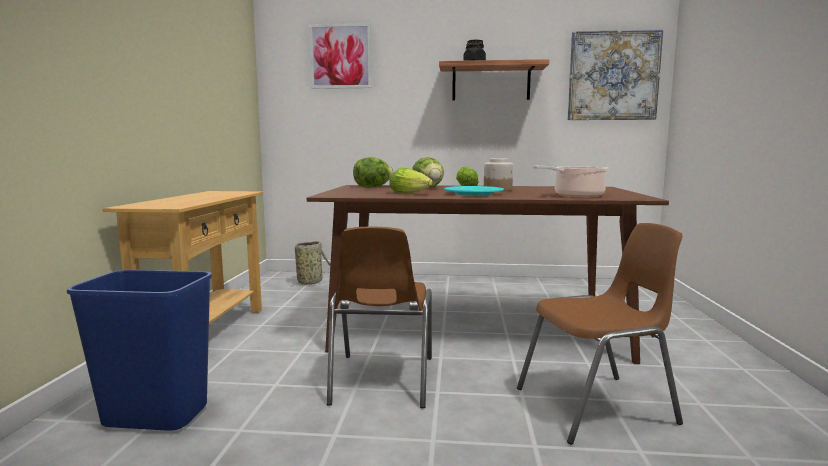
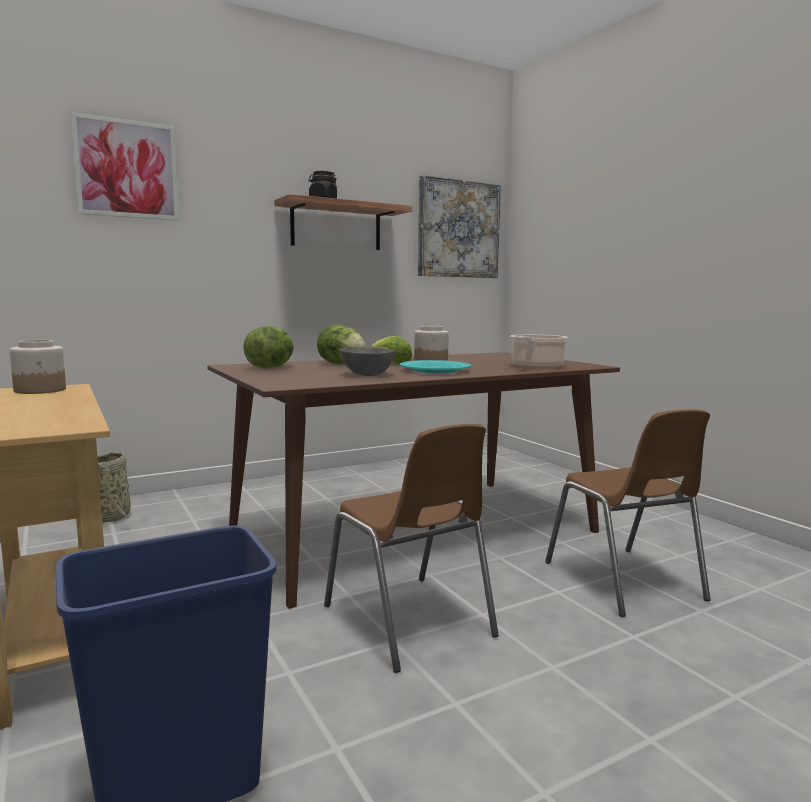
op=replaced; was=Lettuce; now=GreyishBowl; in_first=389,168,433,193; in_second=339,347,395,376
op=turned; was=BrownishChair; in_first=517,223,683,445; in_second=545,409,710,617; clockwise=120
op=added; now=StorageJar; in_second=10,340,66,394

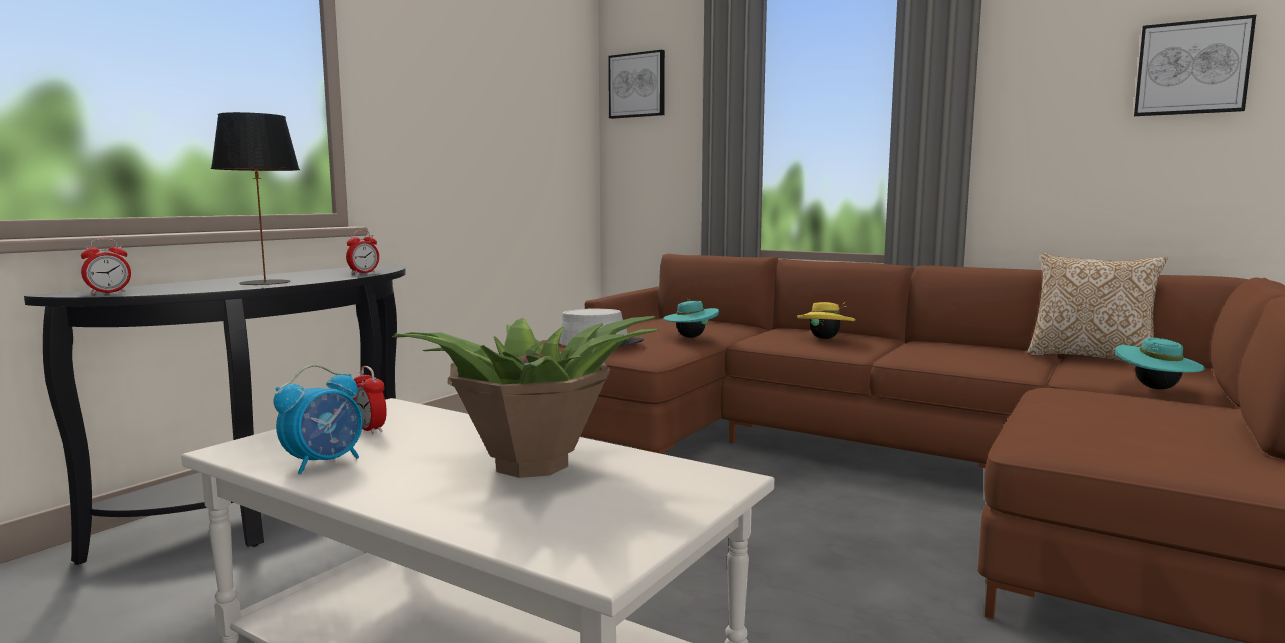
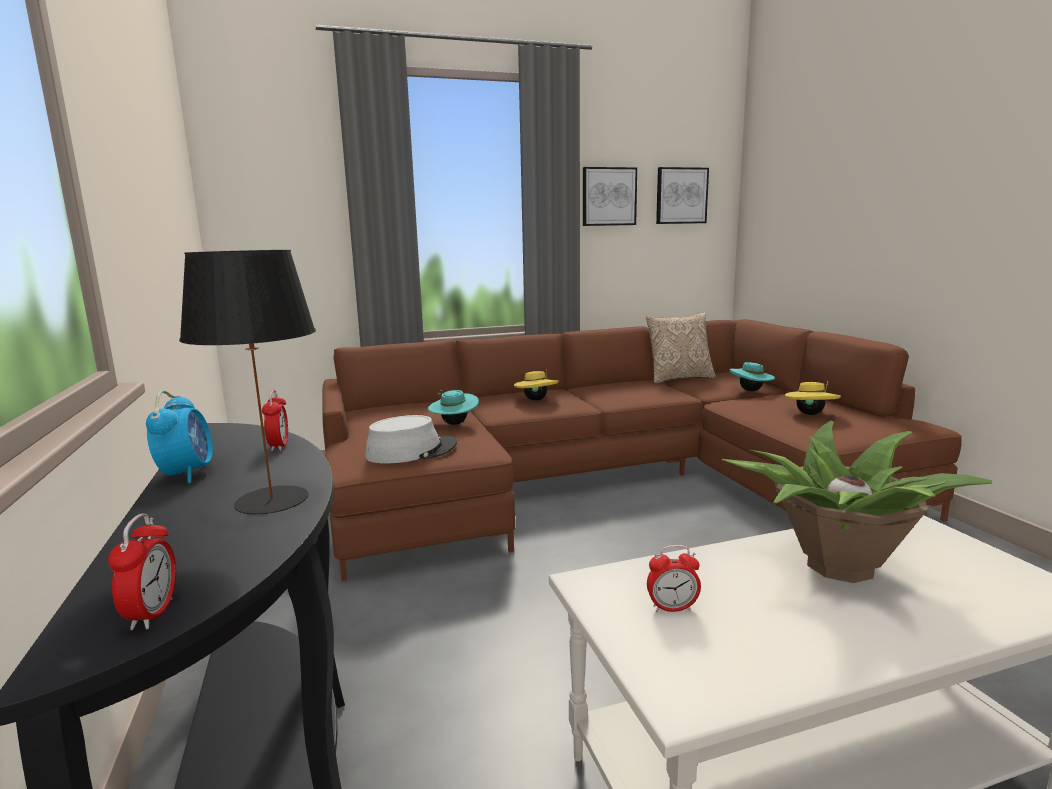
op=moved; was=TableClock; in_first=274,365,363,475; in_second=146,390,213,483
op=moved; was=WallPicture; in_first=608,50,665,119; in_second=583,167,637,226
op=added; now=YellowColouredHat; in_second=785,381,841,415

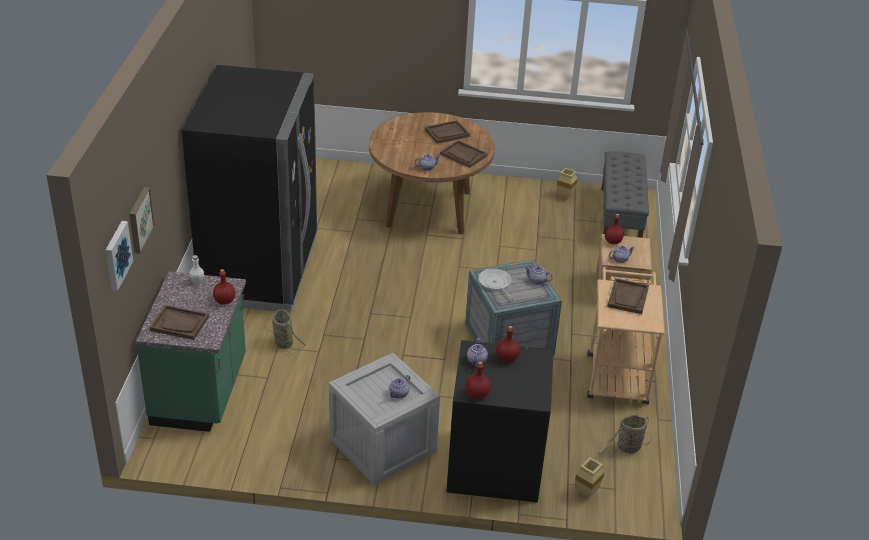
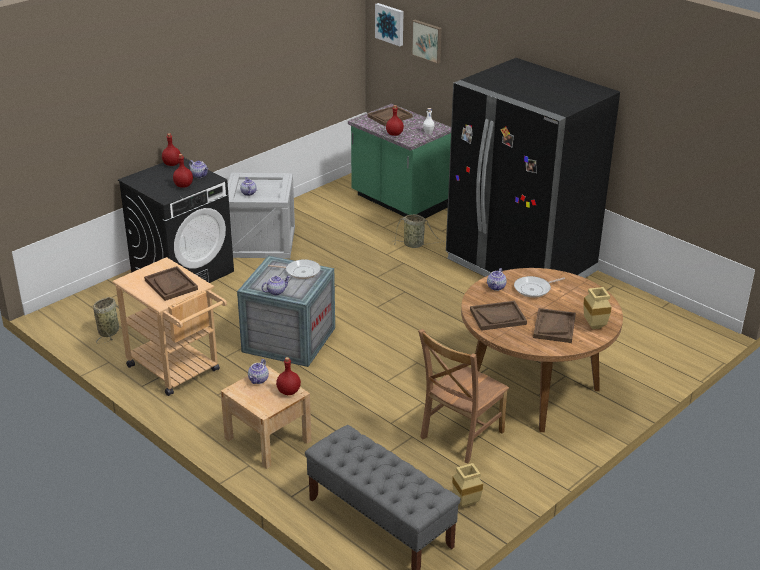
op=moved; was=SandColouredFlowerVase; in_first=575,457,604,497; in_second=583,287,612,329
op=added; now=BrownishChair; in_second=418,329,509,463
op=added; now=FryingPan; in_second=514,276,565,298

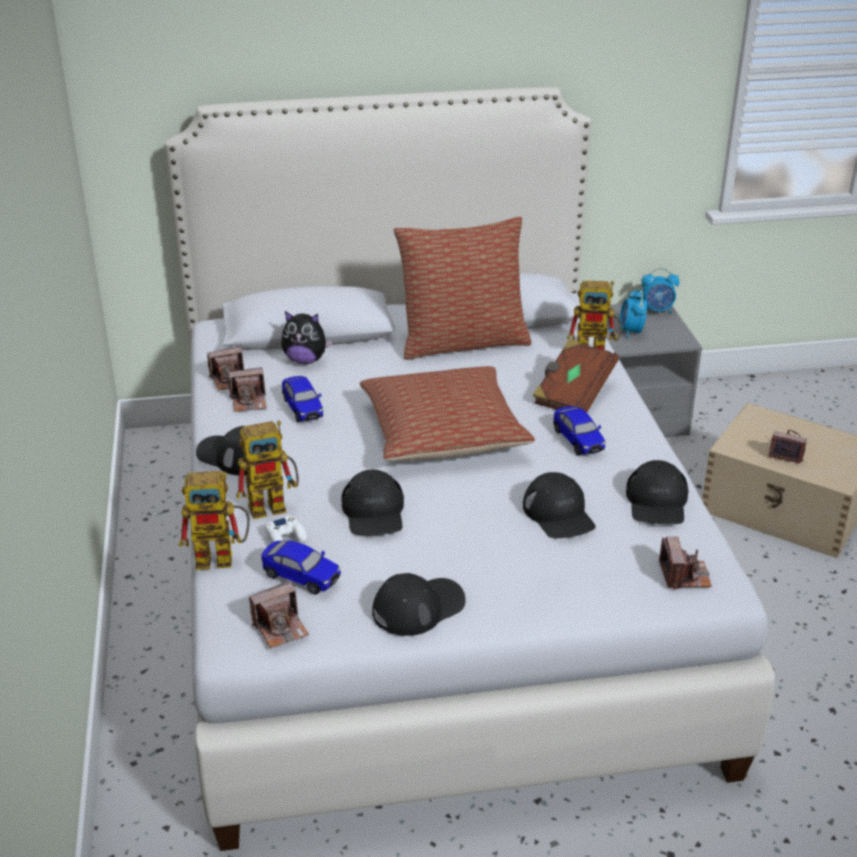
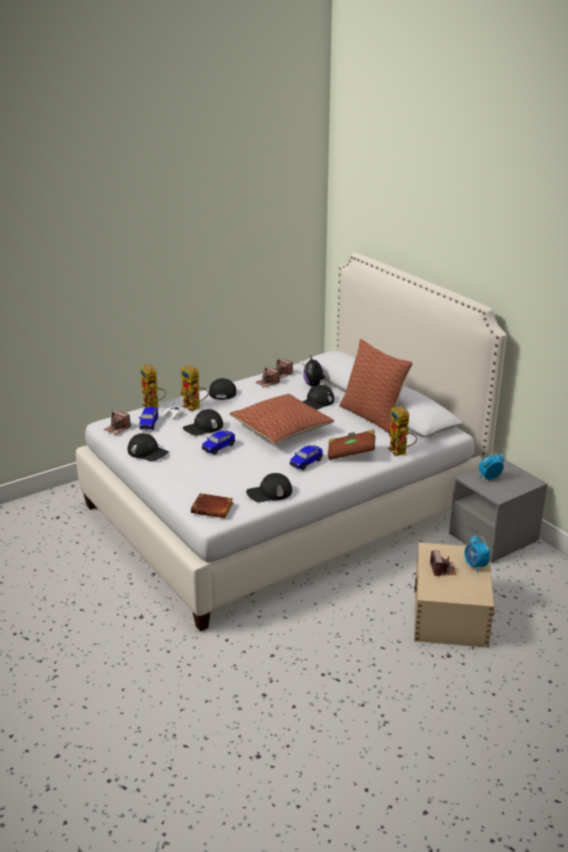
op=moved; was=ToyCar; in_first=282,376,323,422; in_second=202,431,235,455
op=moved; was=BlackColouredPeakedCap; in_first=523,472,596,538; in_second=302,385,334,410
op=moved; was=TableClock; in_first=641,268,679,314; in_second=465,535,490,573
op=replaced; was=StillCamera; now=BrownishBook; in_first=659,536,712,590; in_second=191,493,233,518

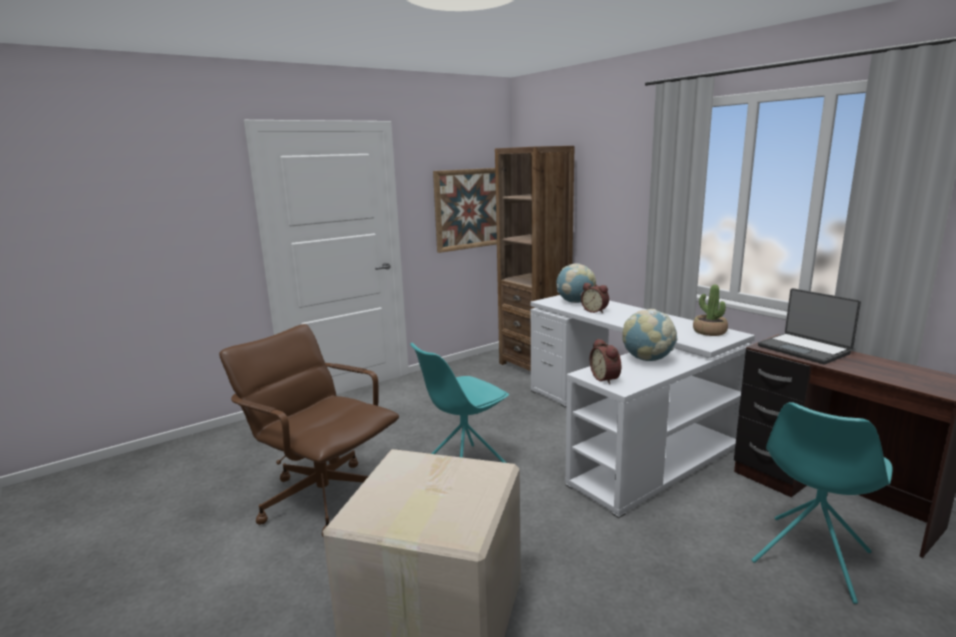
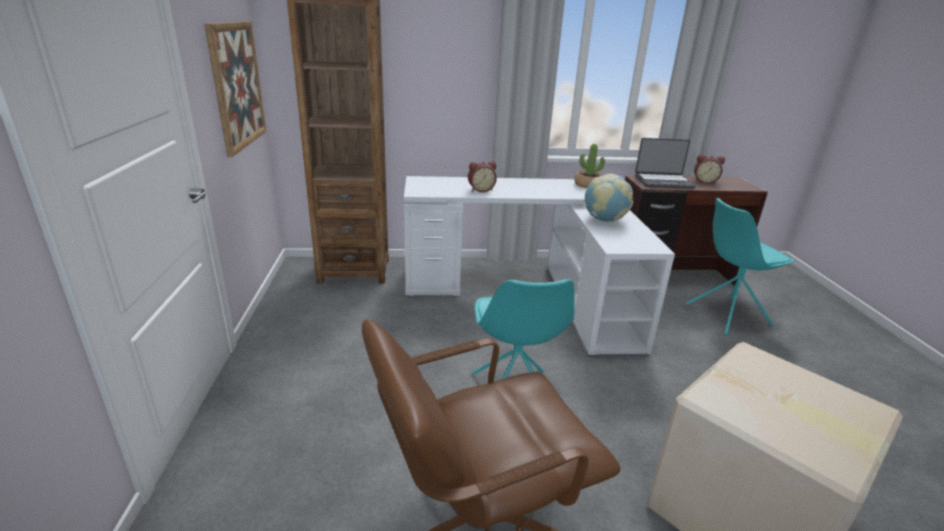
op=removed; was=WorldGlobe; in_first=556,263,596,303
op=moved; was=TableClock; in_first=590,339,621,384; in_second=694,155,725,184
op=turned; was=TurquoiseChair; in_first=752,402,893,604; in_second=685,198,795,335; clockwise=90

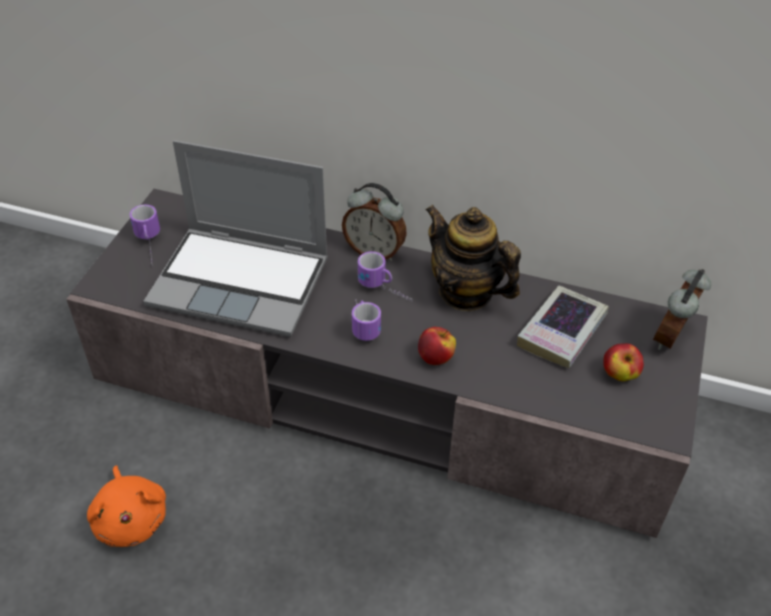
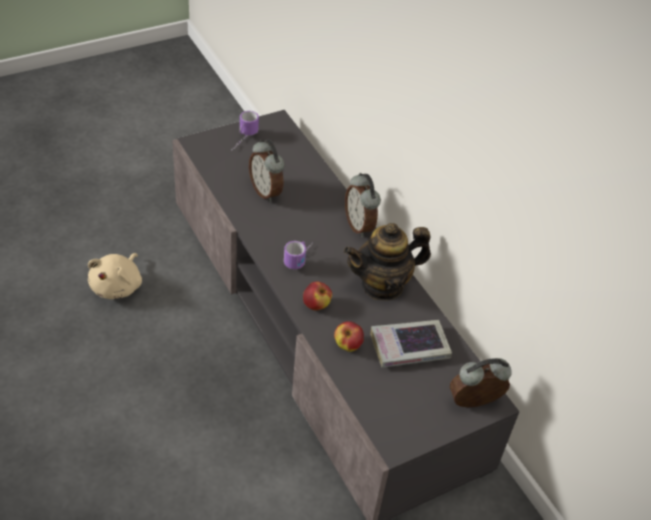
op=recoloured; was=OrangeyCuddlyToy; now=SandColouredCuddlyToy; in_first=87,466,166,547; in_second=88,253,142,299
op=replaced; was=Laptop; now=TableClock; in_first=143,140,328,337; in_second=249,139,284,202
op=removed; was=TeaMug; in_first=358,251,412,302
op=turned; was=Teapot; in_first=426,205,521,311; in_second=344,223,431,301; clockwise=-105
op=moved; was=WholeApple; in_first=603,343,644,381; in_second=334,321,364,352

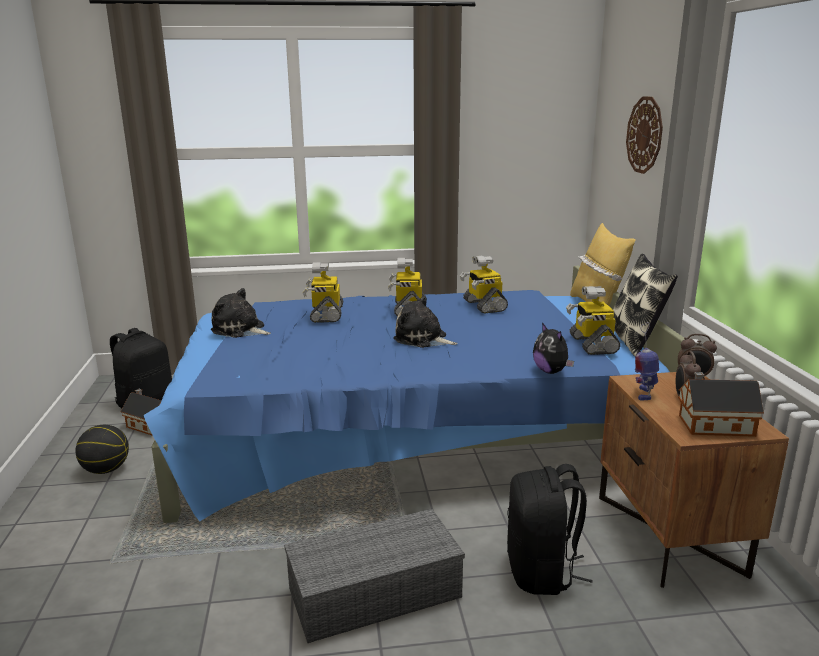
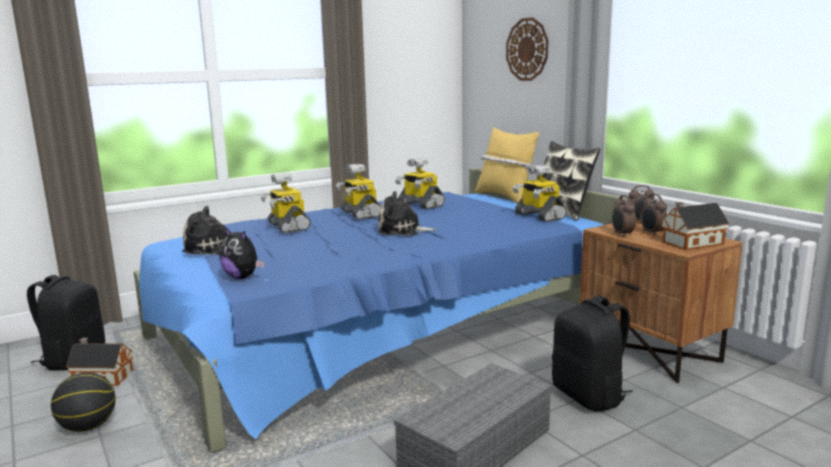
op=moved; was=CuddlyToy; in_first=533,323,574,374; in_second=220,227,264,279
op=replaced; was=ModelRobot; now=TableClock; in_first=635,322,659,401; in_second=612,195,636,237

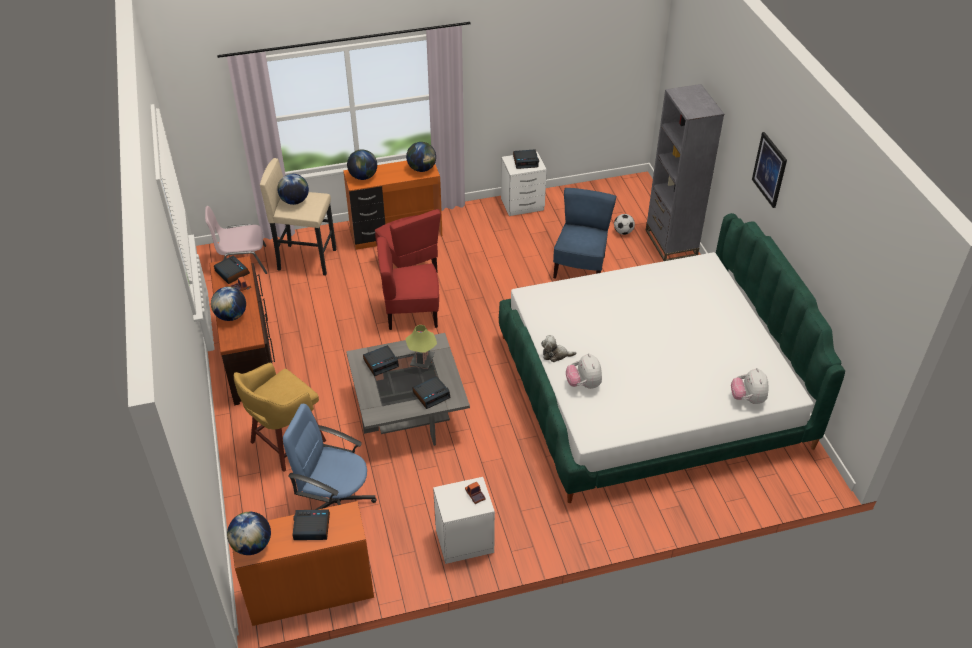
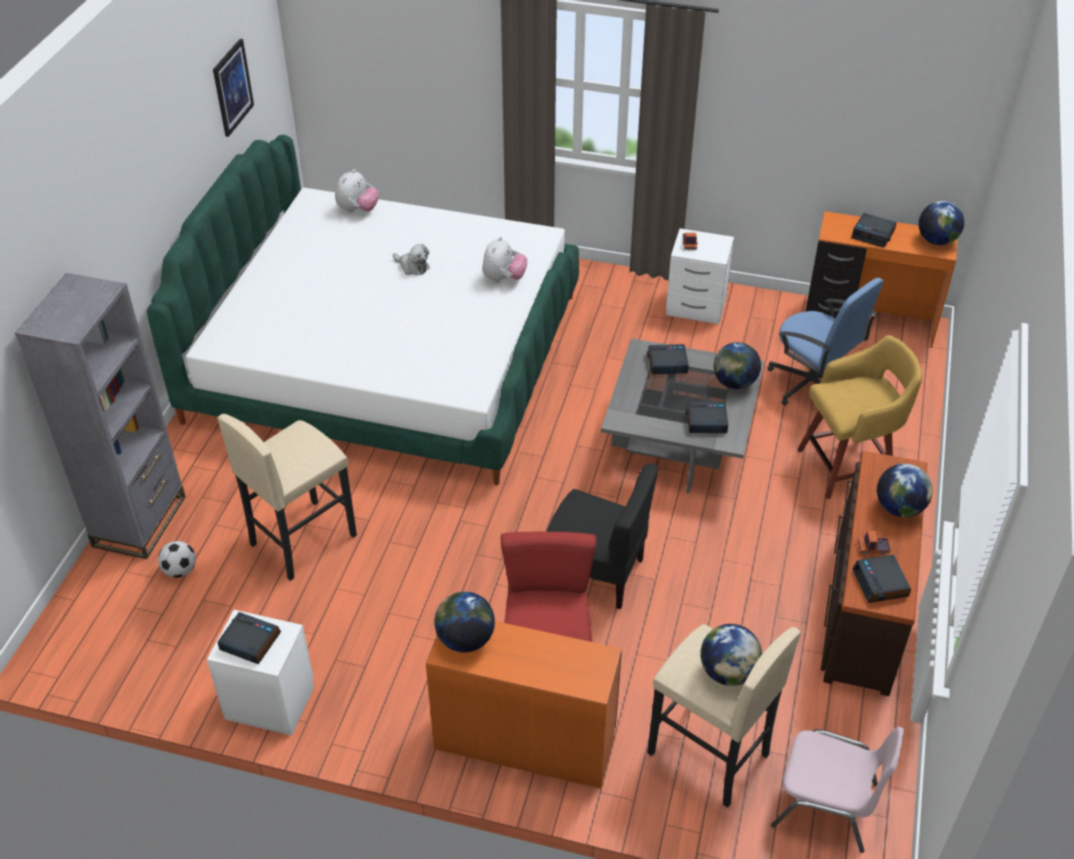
op=moved; was=WorldGlobe; in_first=347,150,377,180; in_second=714,342,761,389
op=recoloured; was=ReddishChair; now=BlackColouredChair; in_first=377,236,439,330; in_second=546,463,658,609
op=removed; was=TableLamp; in_first=406,325,437,369
op=moved; was=CuddlyToy; in_first=541,335,576,362; in_second=393,244,430,275
op=replaced; was=BluishChair; now=SandColouredStool; in_first=553,188,616,278; in_second=217,414,357,581
op=moved; was=WallPicture; in_first=752,132,787,208; in_second=213,39,254,137

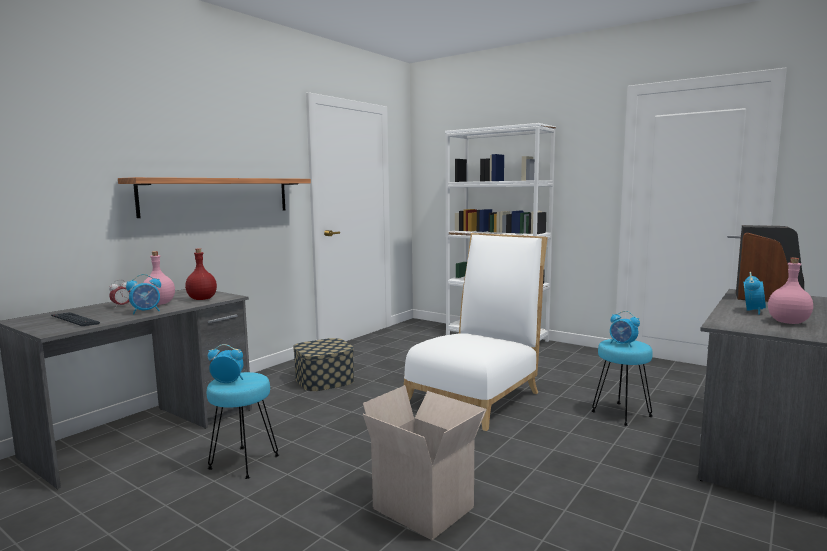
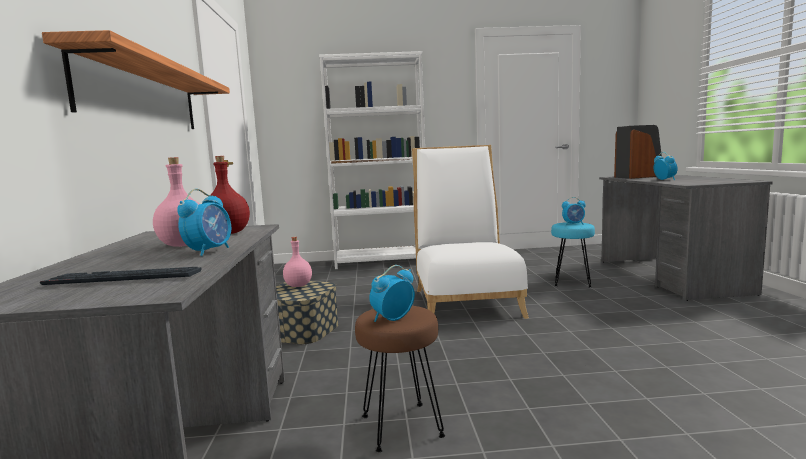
op=removed; was=TableClock; in_first=109,280,130,307
op=recoloured; was=TurquoiseStool; now=BrownishStool; in_first=207,372,279,479; in_second=355,306,445,452
op=removed; was=Carton; in_first=363,385,487,540
op=moved; was=PinkColouredBottle; in_first=768,258,813,324; in_second=283,237,312,287

